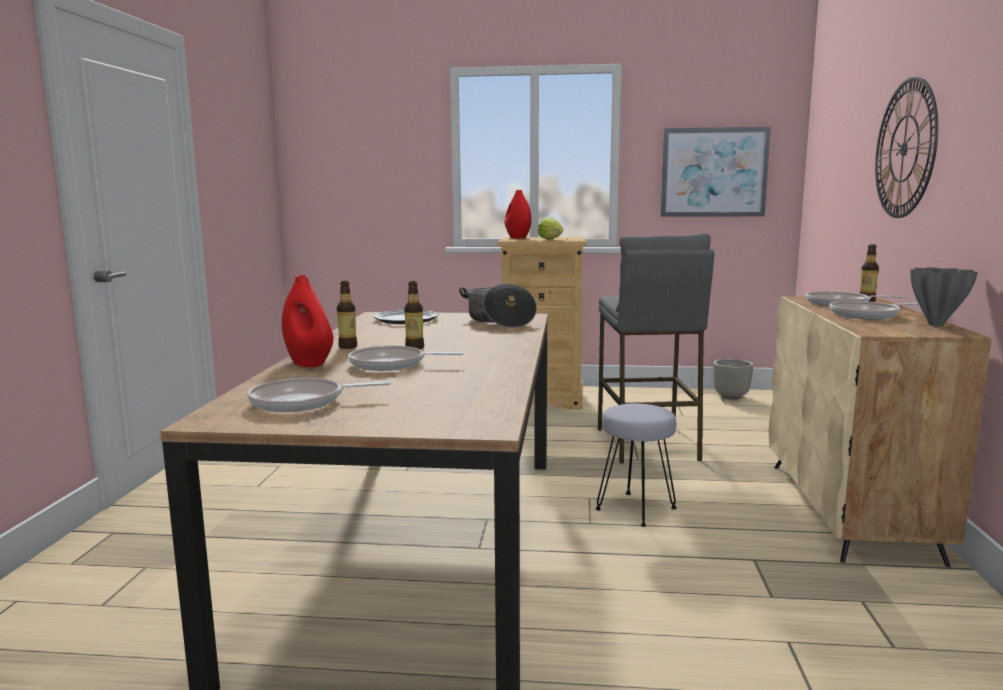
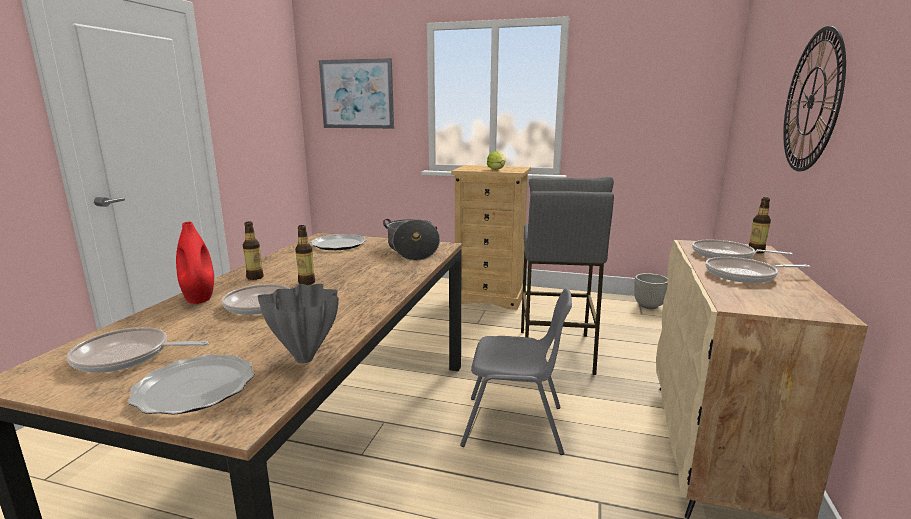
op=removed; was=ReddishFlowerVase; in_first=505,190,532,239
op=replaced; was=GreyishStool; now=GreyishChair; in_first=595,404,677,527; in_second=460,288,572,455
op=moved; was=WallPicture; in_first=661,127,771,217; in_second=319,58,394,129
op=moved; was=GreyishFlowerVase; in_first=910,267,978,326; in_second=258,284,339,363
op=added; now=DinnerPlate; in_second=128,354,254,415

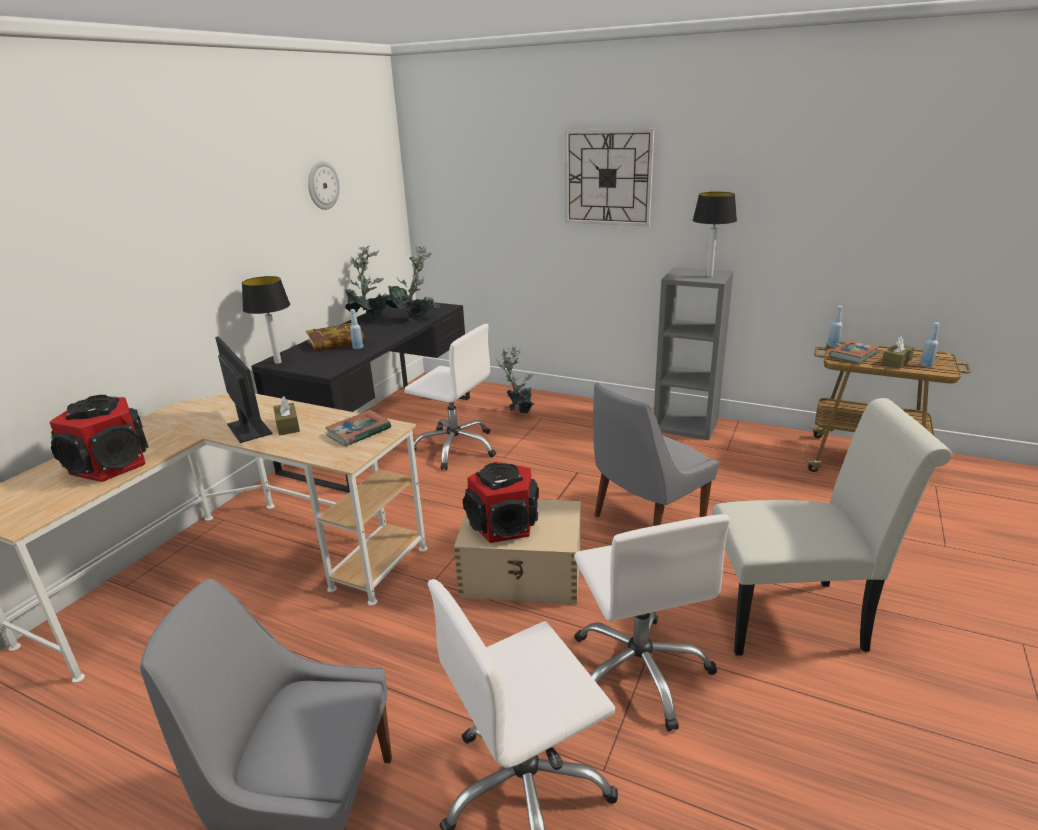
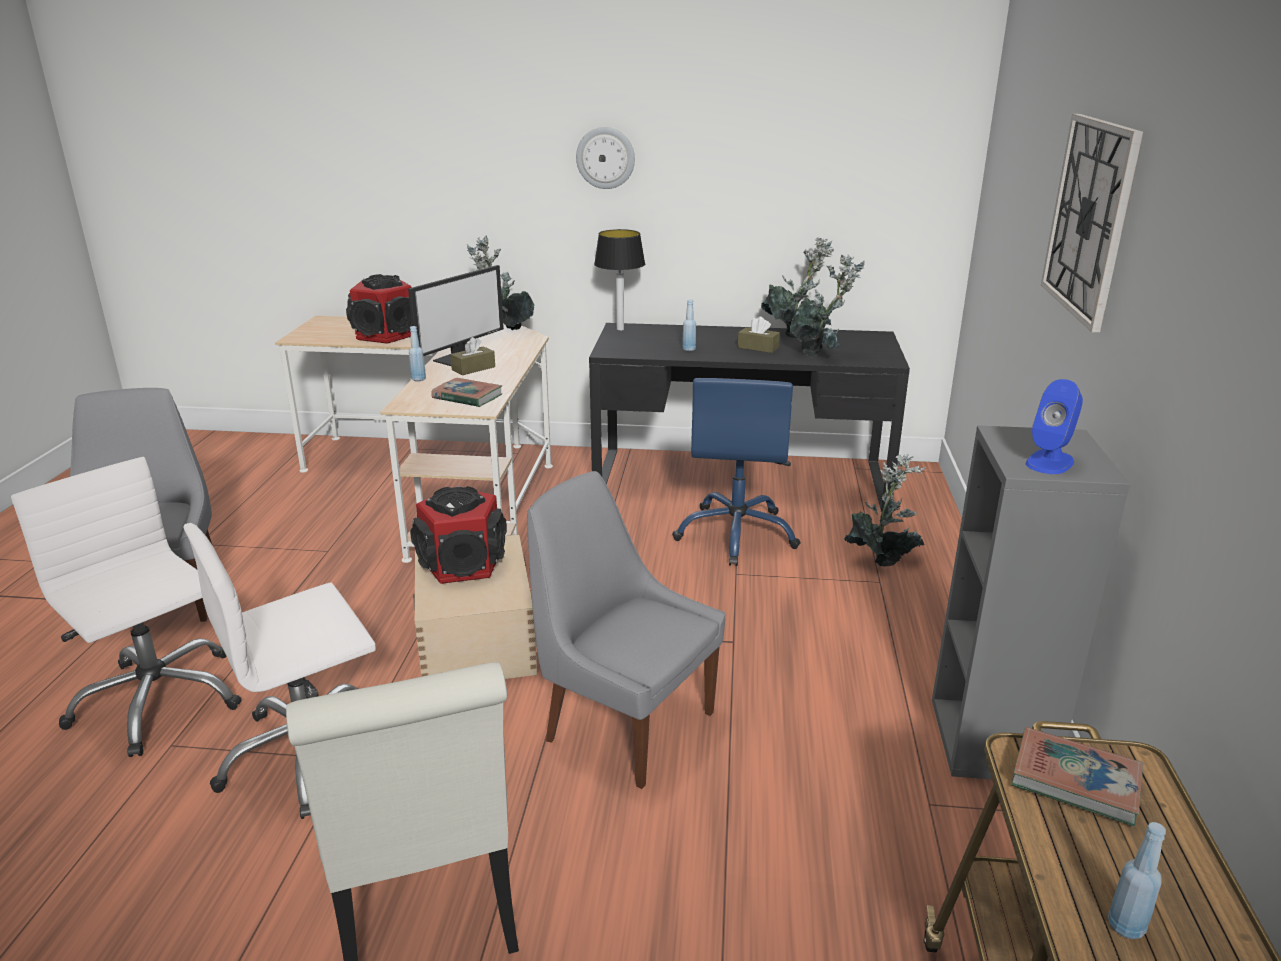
op=removed; was=Book; in_first=306,323,365,351
op=moved; was=WallClock; in_first=308,161,340,210; in_second=576,127,635,189
op=recoloured; was=WhiteOfficeChair; now=BluishOfficeChair; in_first=404,324,496,470; in_second=672,378,801,566
op=replaced; was=TableLamp; now=BluishLoudspeaker; in_first=693,192,737,277; in_second=1026,379,1083,474
op=moved; was=BluishBottle; in_first=827,306,843,347; in_second=409,326,426,381
op=moved; was=BrownishTissueBox; in_first=882,336,915,369; in_second=738,317,780,353
op=added; now=Houseplant; in_second=467,235,535,330

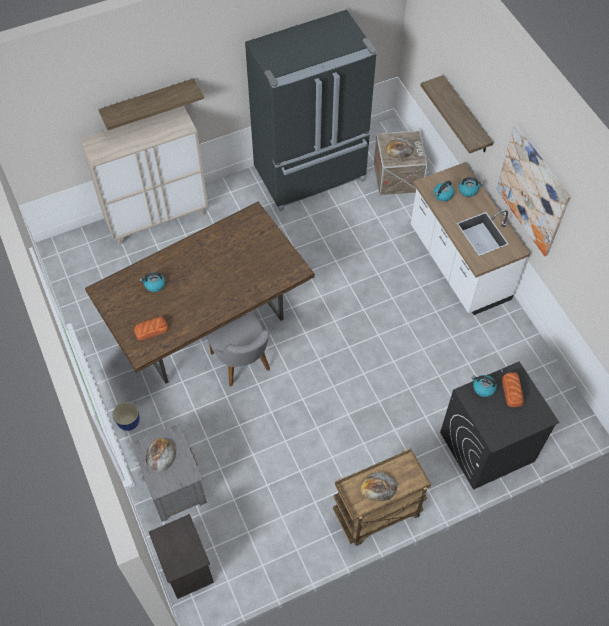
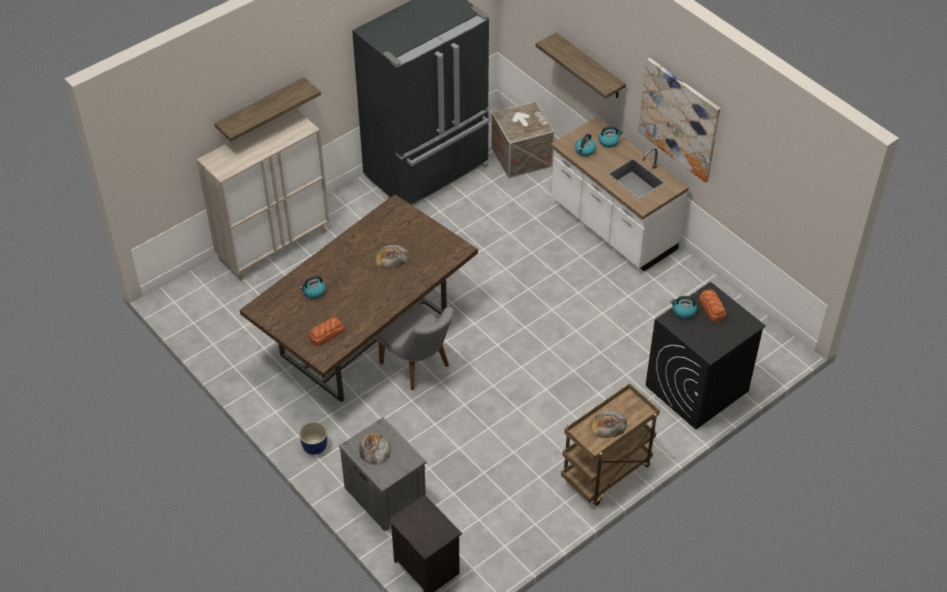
op=moved; was=BakedBread; in_first=386,139,414,158; in_second=375,245,409,269

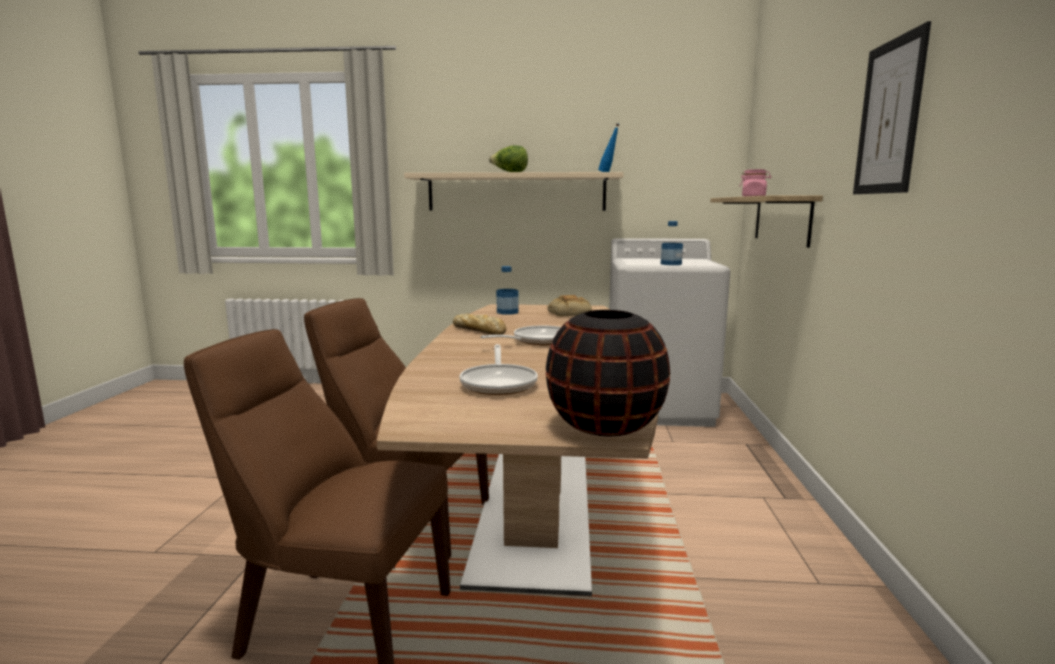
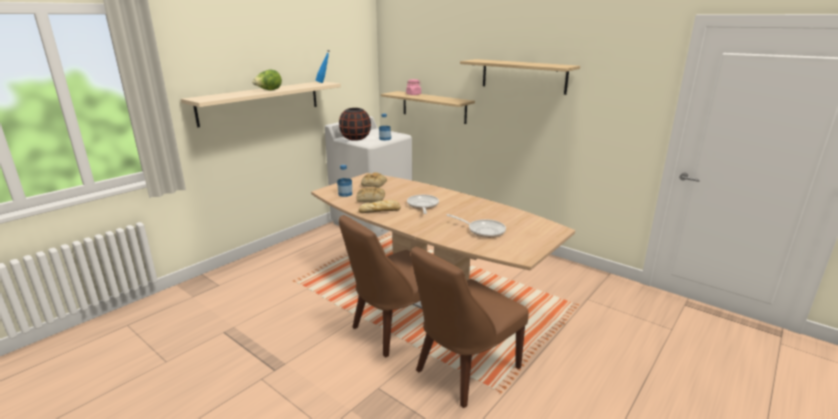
op=moved; was=BlackColouredFlowerVase; in_first=546,310,670,437; in_second=339,108,371,141
op=replaced; was=WallPicture; now=WallShelf; in_first=853,21,931,194; in_second=460,59,580,95
op=added; now=BakedBread; in_second=357,188,385,203

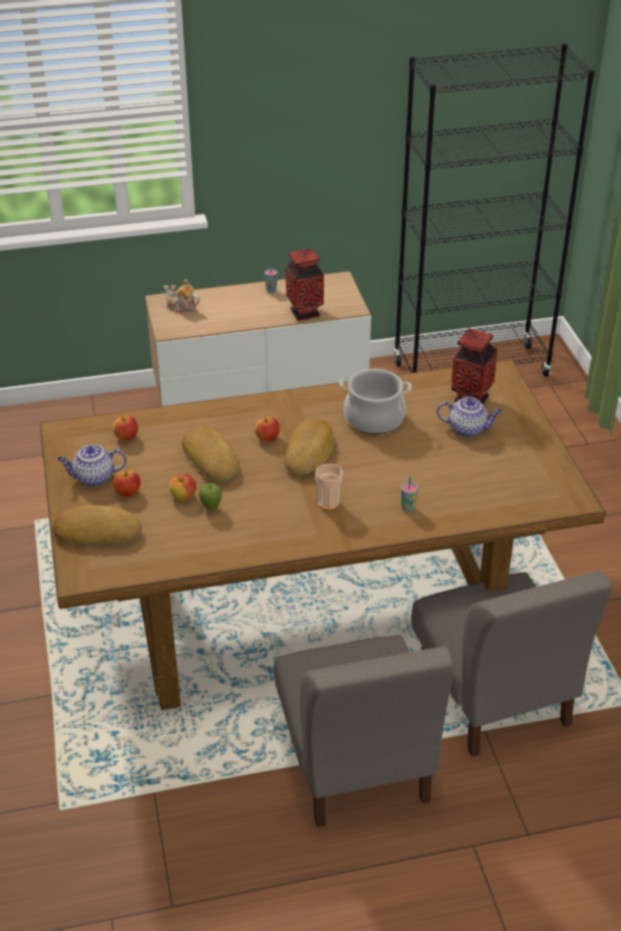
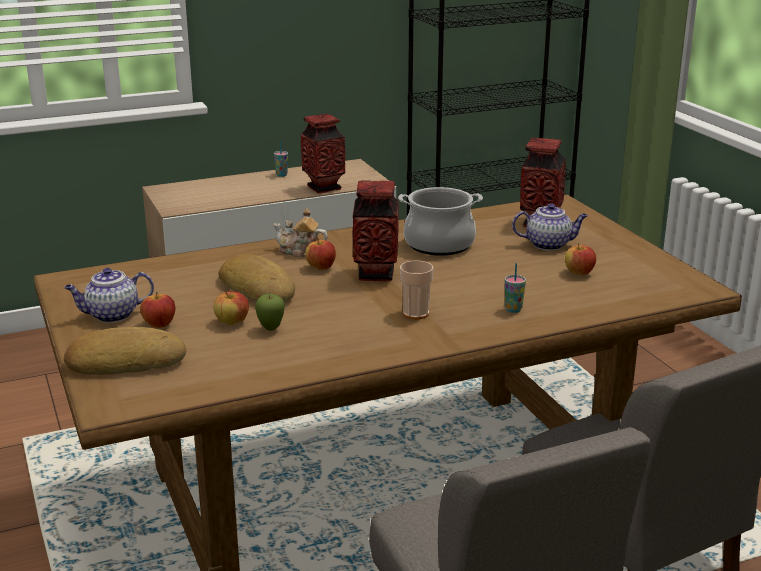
op=moved; was=WholeApple; in_first=113,415,138,441; in_second=565,243,596,276
op=moved; was=Teapot; in_first=164,279,200,313; in_second=273,208,328,258
op=replaced; was=BakedBread; now=FlowerVase; in_first=284,419,334,475; in_second=353,180,399,281

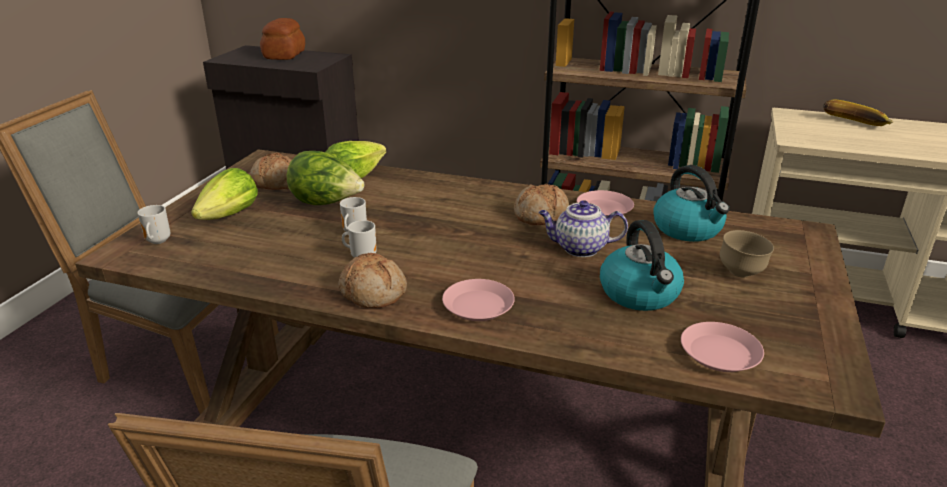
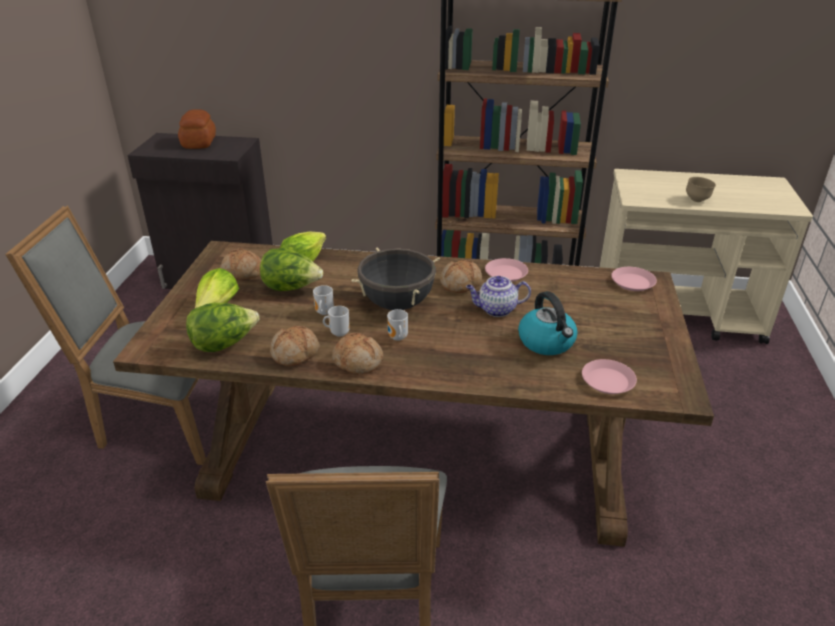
op=moved; was=TeaMug; in_first=137,205,170,244; in_second=387,309,408,341
op=moved; was=PinkColouredDinnerPlate; in_first=442,279,515,321; in_second=611,267,657,291
op=removed; was=Kettle; in_first=653,165,730,242
op=moved; was=BrownishBowl; in_first=720,230,774,277; in_second=686,177,716,202
op=removed; was=Banana; in_first=823,100,893,126
op=added; now=Lettuce; in_second=186,302,259,352
op=added; now=BakedBread; in_second=270,326,320,367
op=added; now=BlackColouredStockpot; in_second=351,248,440,310

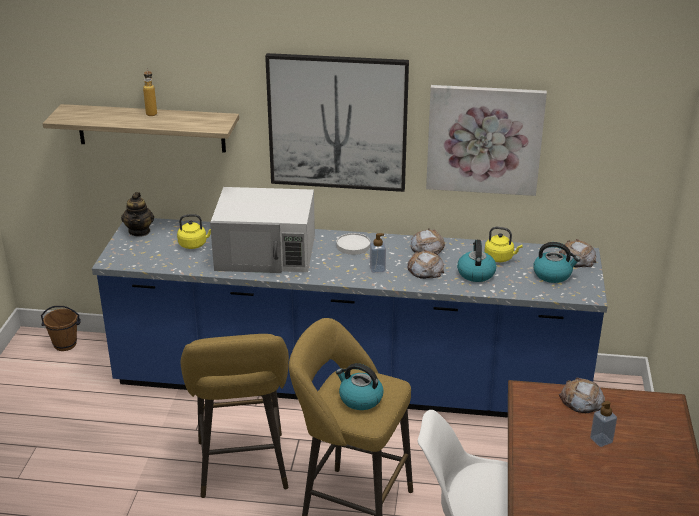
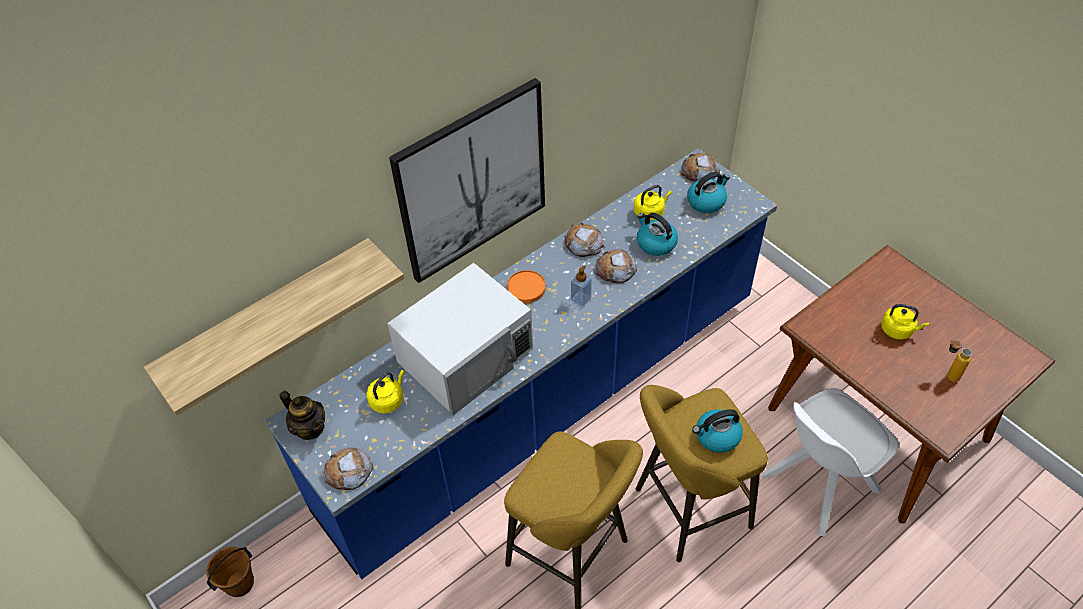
op=moved; was=Bottle; in_first=143,68,157,116; in_second=947,340,972,382
op=recoloured; was=WhiteDinnerPlate; now=OrangeyDinnerPlate; in_first=337,233,370,255; in_second=507,270,546,303
op=removed; was=WallPicture; in_first=426,85,547,196
op=moved; was=BakedBread; in_first=559,378,605,413; in_second=324,448,373,490
op=replaced; was=LiquidSoapBottle; now=YellowColouredKettle; in_first=590,401,617,447; in_second=881,304,929,340

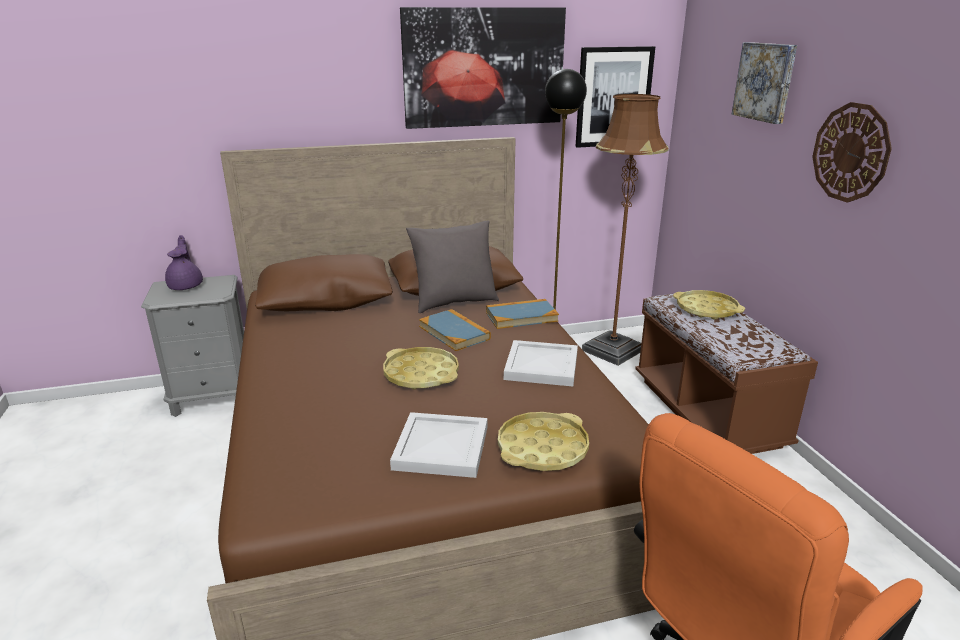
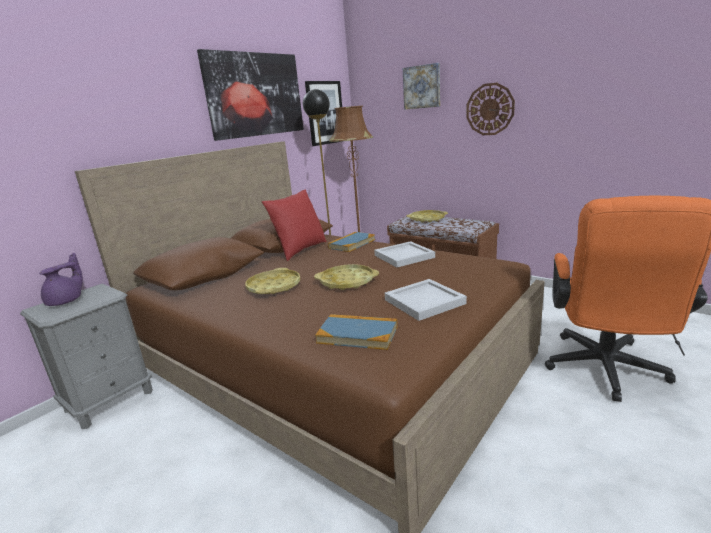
op=turned; was=PurpleColouredTeapot; in_first=165,235,203,290; in_second=39,253,83,306; clockwise=75
op=recoloured; was=GreyishCushion; now=ReddishCushion; in_first=406,220,499,313; in_second=262,190,327,261
op=moved; was=Book; in_first=419,309,491,351; in_second=315,314,397,350
op=moved; was=YellowColouredTray; in_first=498,412,589,471; in_second=245,268,300,294

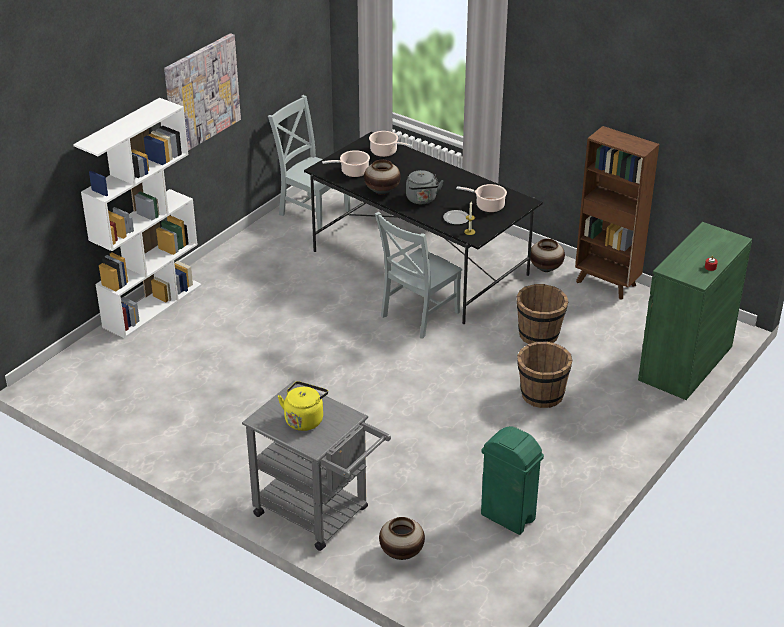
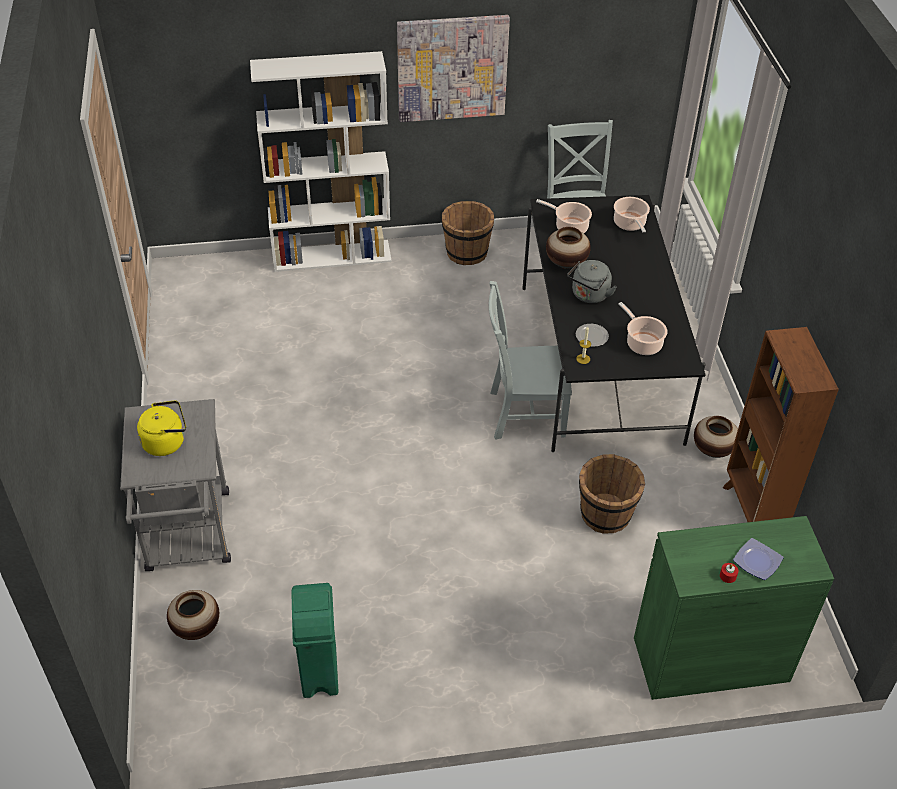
op=moved; was=BrownishWaterBucket; in_first=517,341,572,408; in_second=442,201,494,265
op=added; now=DinnerPlate; in_second=733,538,784,580

